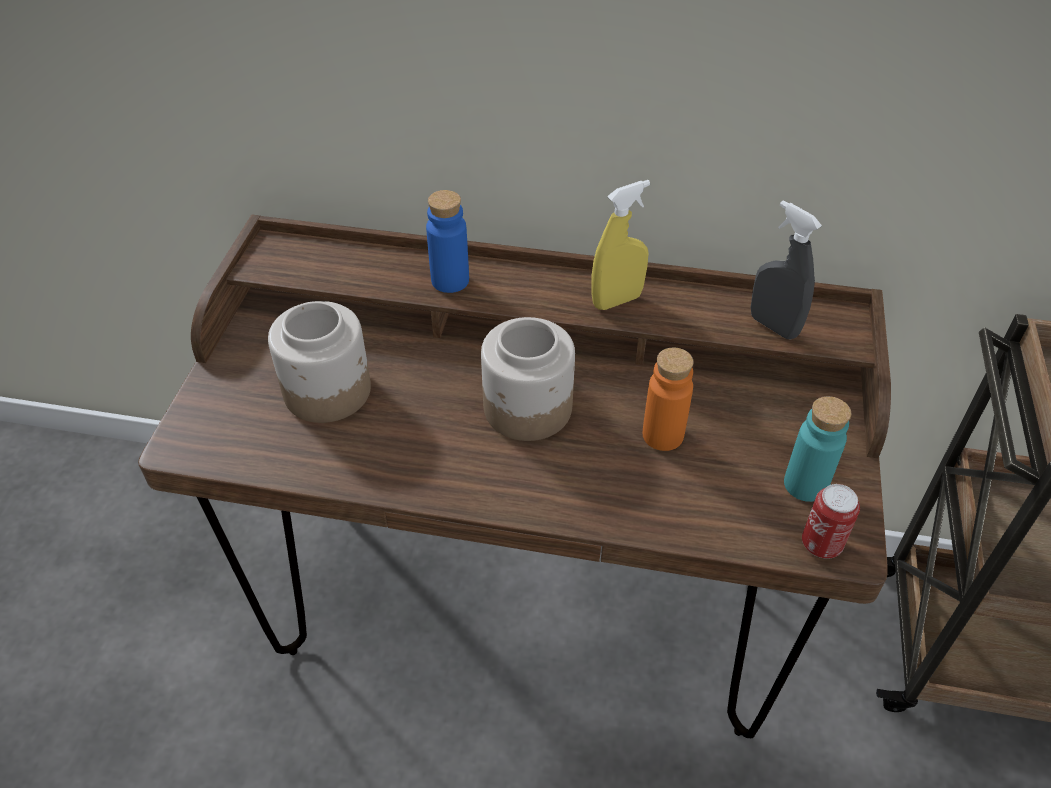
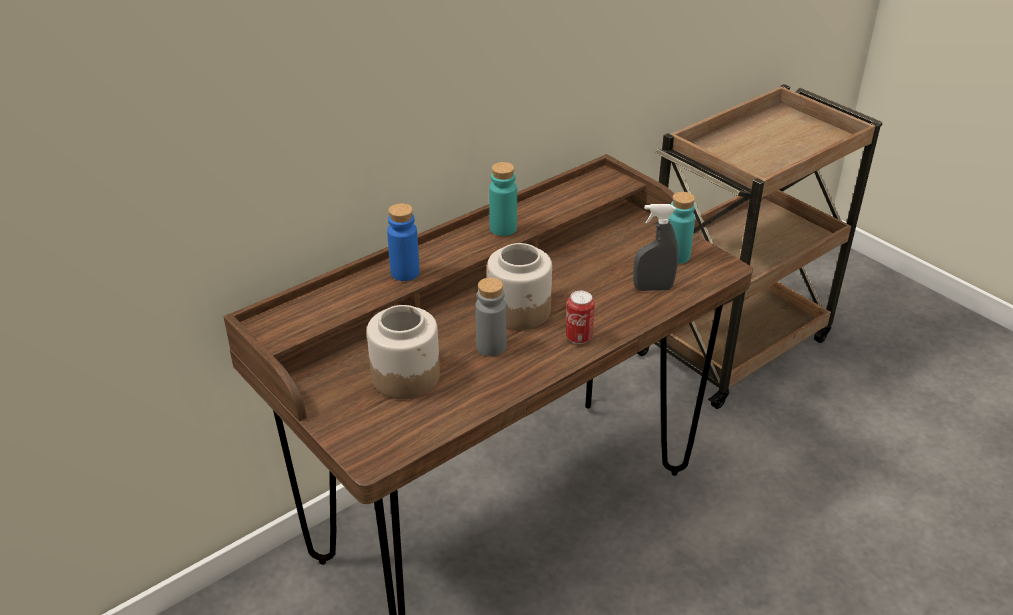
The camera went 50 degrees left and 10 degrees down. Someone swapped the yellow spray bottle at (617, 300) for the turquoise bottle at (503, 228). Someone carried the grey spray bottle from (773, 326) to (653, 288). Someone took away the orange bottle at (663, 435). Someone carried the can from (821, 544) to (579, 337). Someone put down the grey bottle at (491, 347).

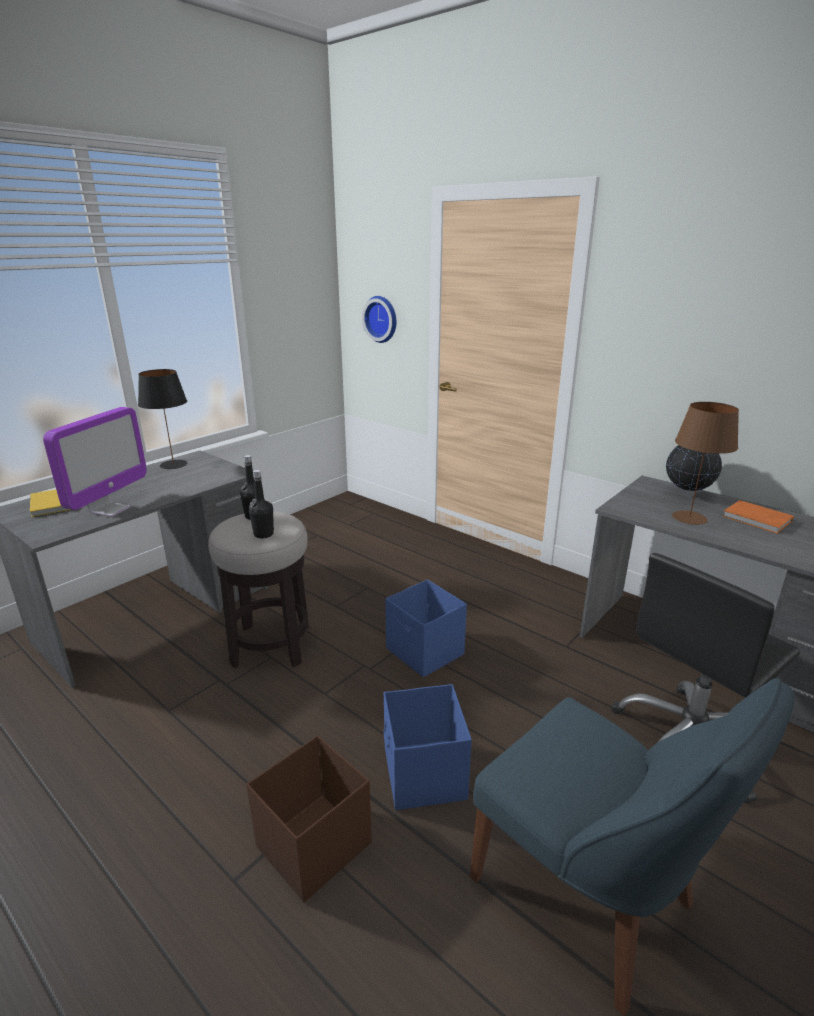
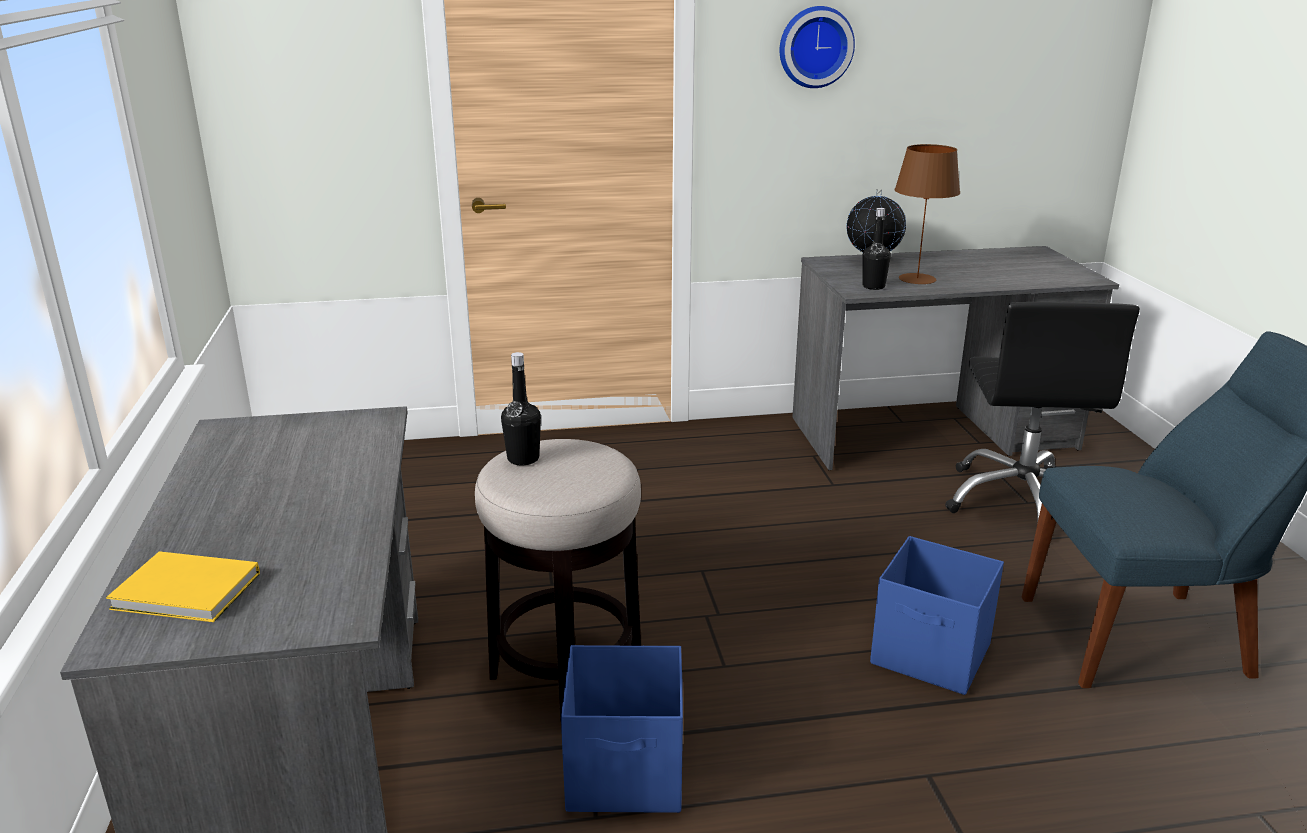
The camera went 50 degrees left and 0 degrees up. Someone carried the wall clock from (382, 319) to (814, 47). Someone took away the black table lamp at (174, 464). Someone took away the monitor at (110, 510). Someone carried the black bottle from (263, 534) to (873, 286). Someone took away the orange book at (758, 519). Someone carried the blue storage box from (425, 652) to (627, 774). Someone took away the brown storage box at (312, 846).

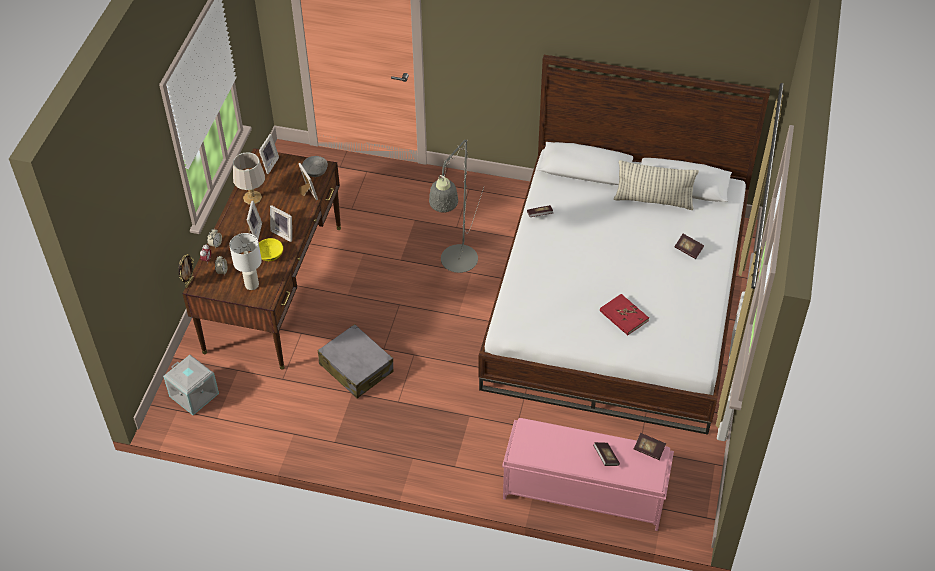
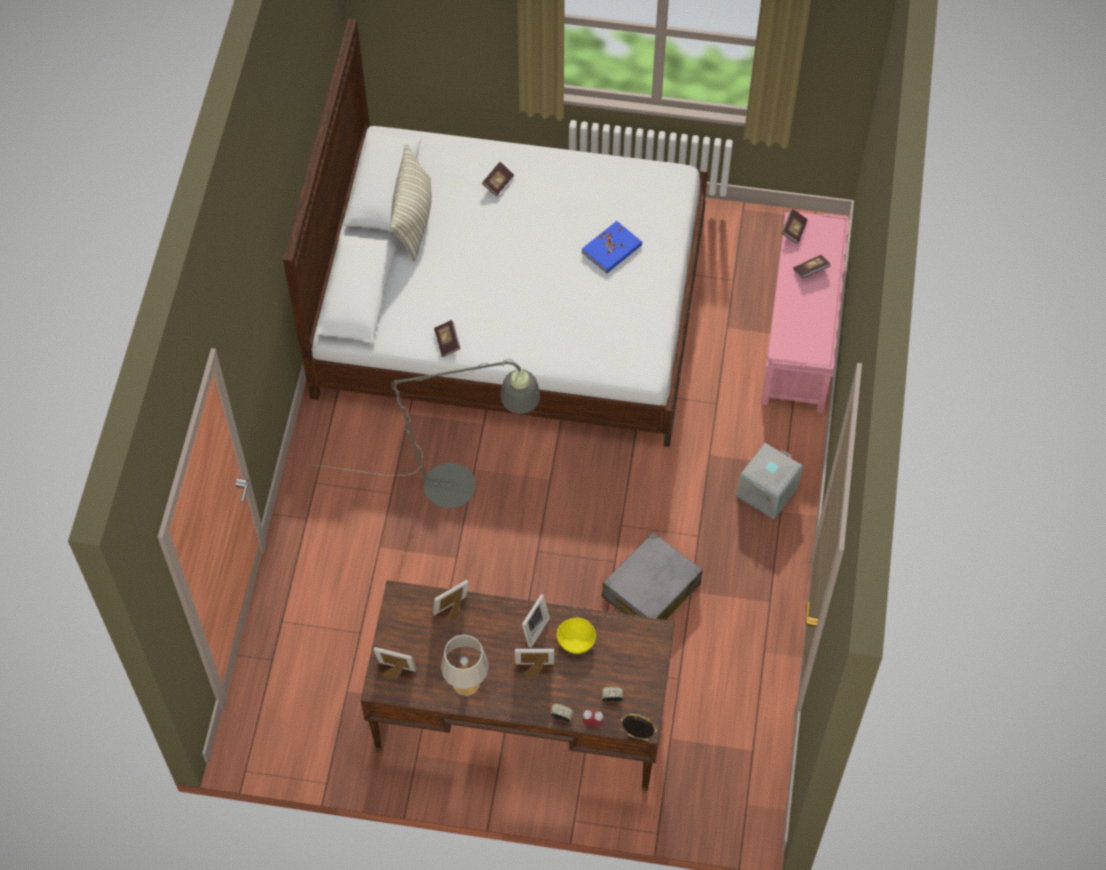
The camera went 95 degrees left and 10 degrees up. Someone took away the grey bowl at (315, 171). Someone took away the white table lamp at (252, 284). Someone repainted the red book at (623, 316), which became the blue book at (612, 249). Someone carried the grey storage box from (195, 394) to (766, 490).

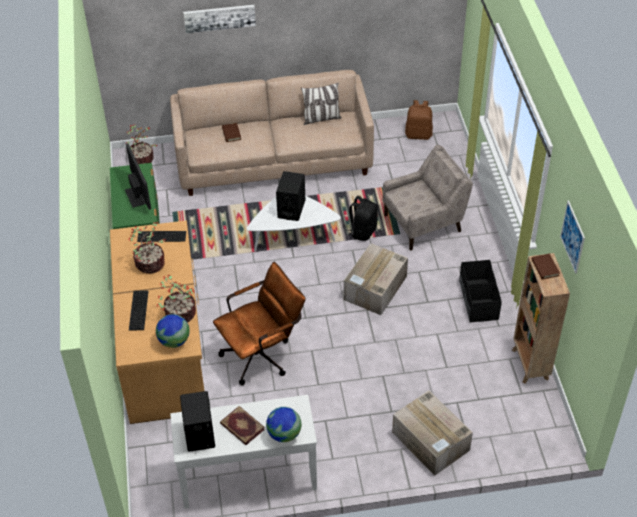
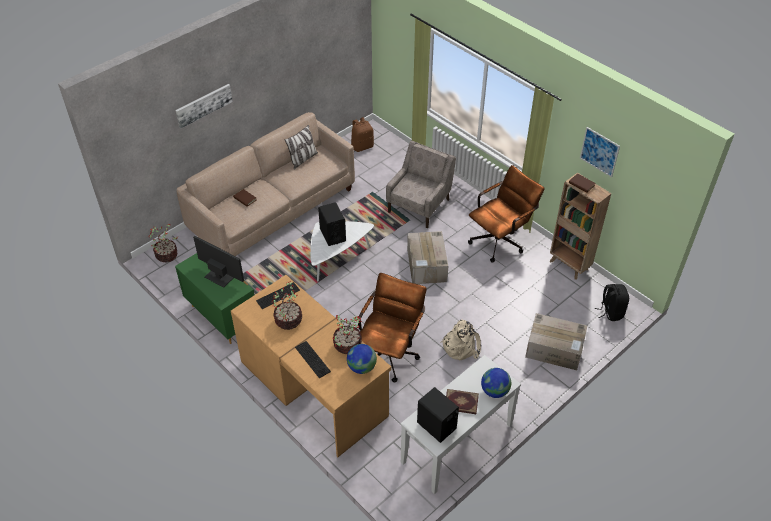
The camera went 35 degrees left and 0 degrees up. Someone carried the black backpack from (362, 231) to (610, 312). Someone swapped the black storage box at (478, 300) for the brown office chair at (500, 240). Someone put down the beige backpack at (461, 345).

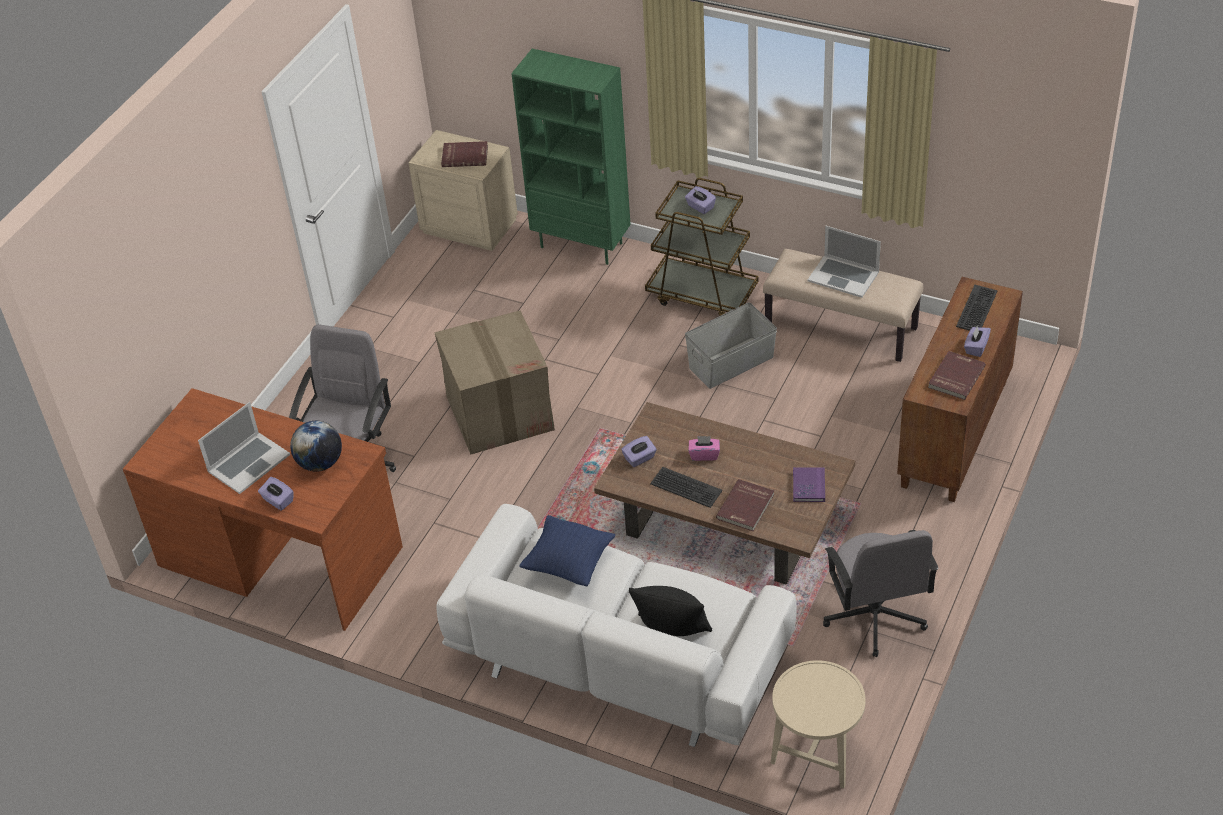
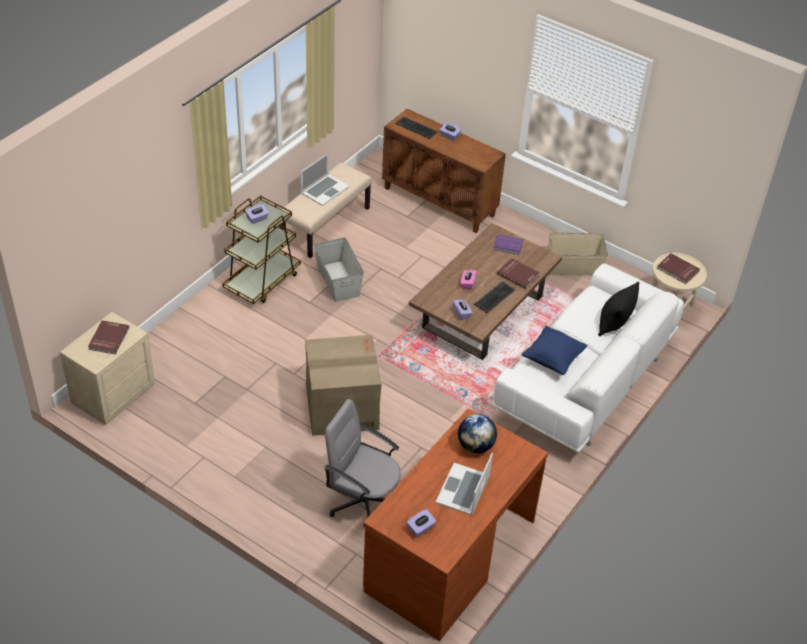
The camera went 85 degrees left and 0 degrees up. Someone took away the green bookcase at (582, 244). Someone carried the red book from (955, 377) to (677, 270). Someone rotated the laptop at (248, 463) by 120 degrees counterclockwise. Someone carried the purple tissue box from (278, 501) to (420, 528). Someone swapped the grey office chair at (874, 616) for the beige storage box at (574, 266).

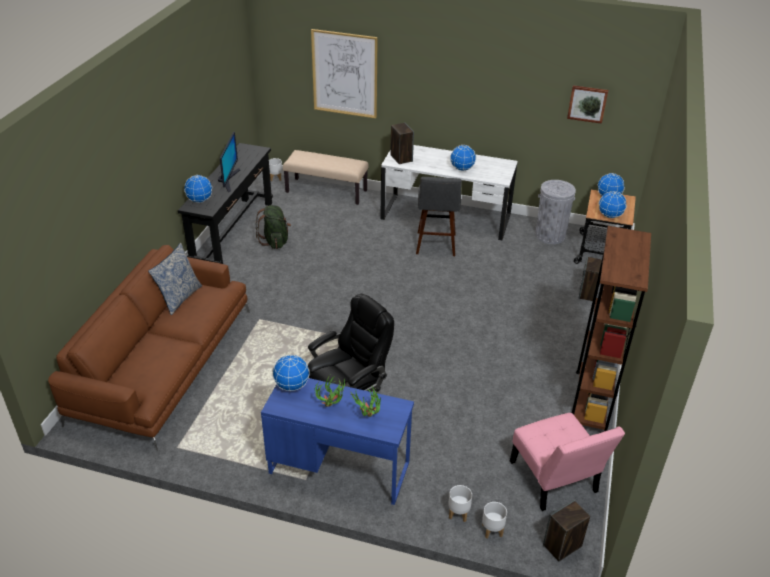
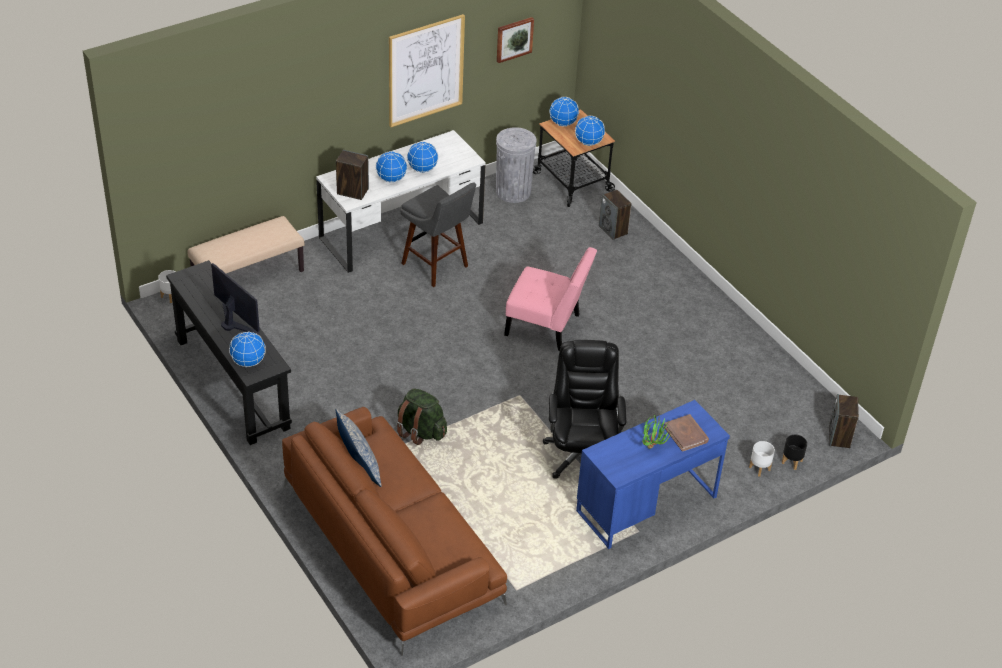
The camera went 50 degrees left and 5 degrees up. Someone carried the picture from (345, 74) to (425, 70). Someone carried the green backpack from (275, 241) to (420, 431). Someone took away the brown bookcase at (590, 402). Someone carried the globe from (292, 386) to (391, 179). Someone swapped the potted plant at (367, 418) for the brown book at (686, 434). Someone carried the pink chair from (555, 481) to (547, 327). Someone repainted the white planter at (491, 530), which became the black planter at (791, 462).

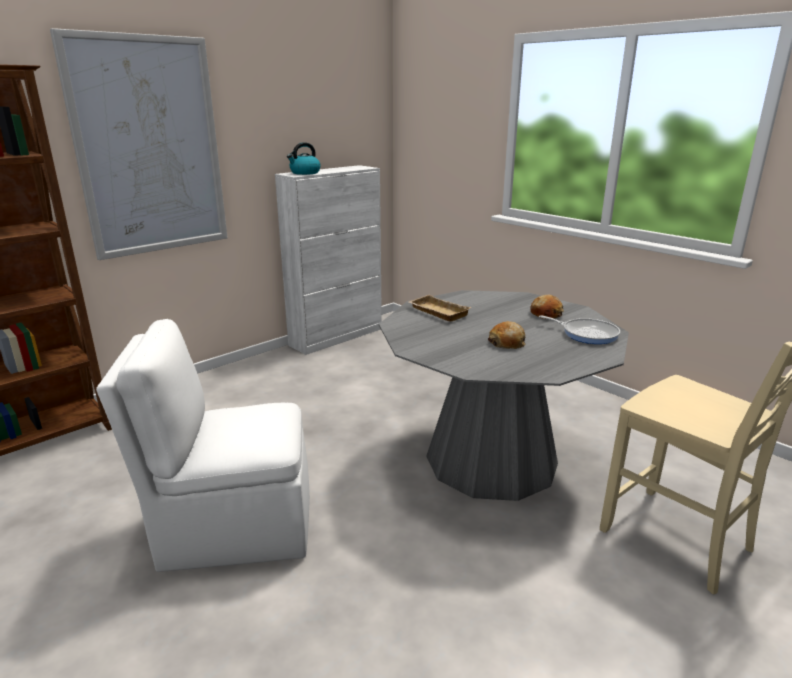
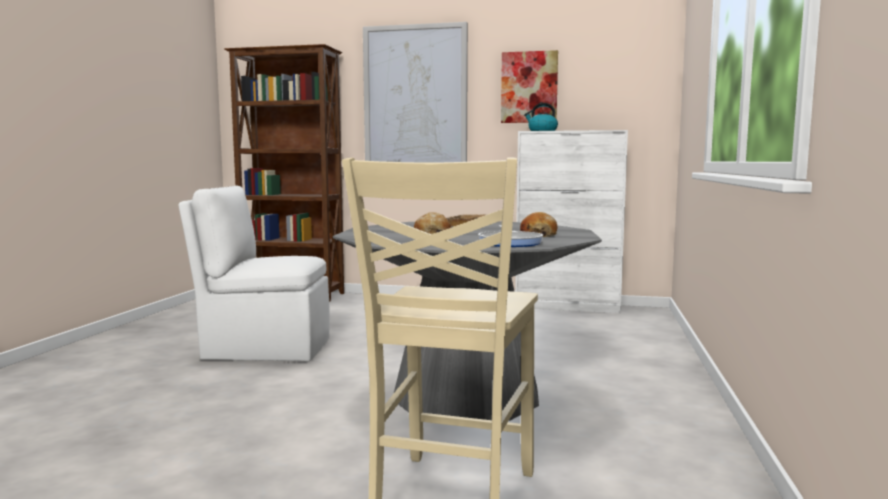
The camera went 55 degrees right and 15 degrees down. Someone rotated the white chair at (233, 527) by 45 degrees counterclockwise. Someone put up the picture at (529, 87).

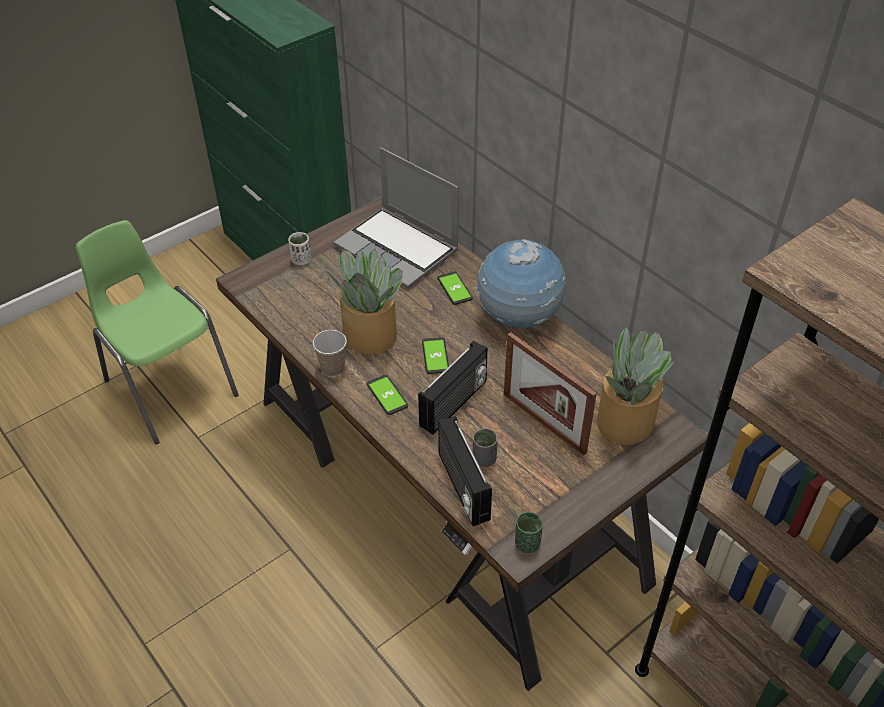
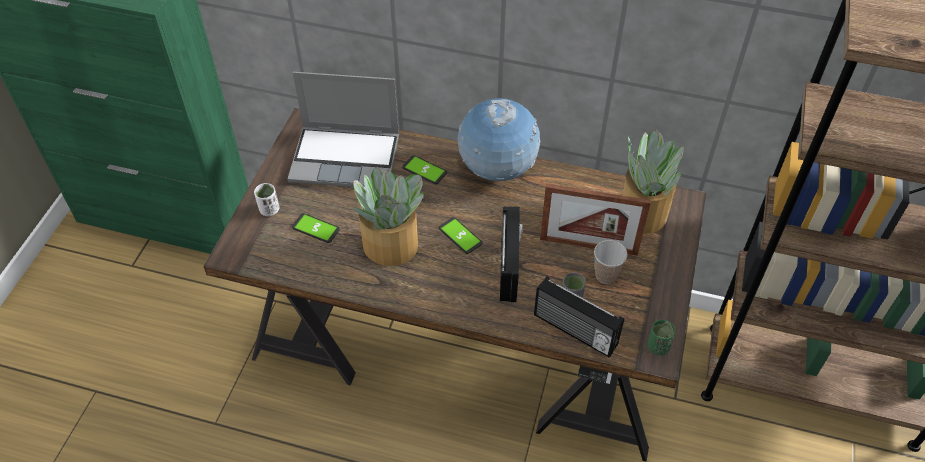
The camera went 35 degrees left and 5 degrees up. Someone took away the green chair at (169, 388). Someone carried the cup from (332, 368) to (606, 275). Someone carried the phone from (387, 395) to (315, 229).

